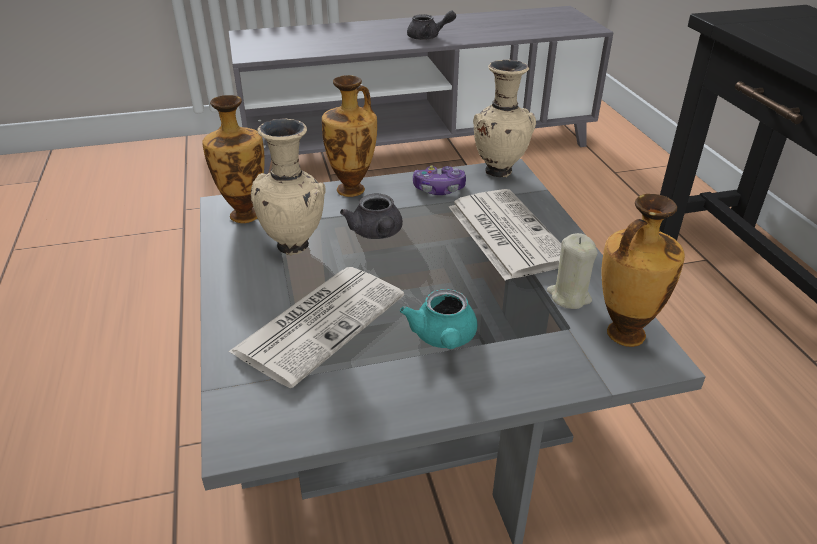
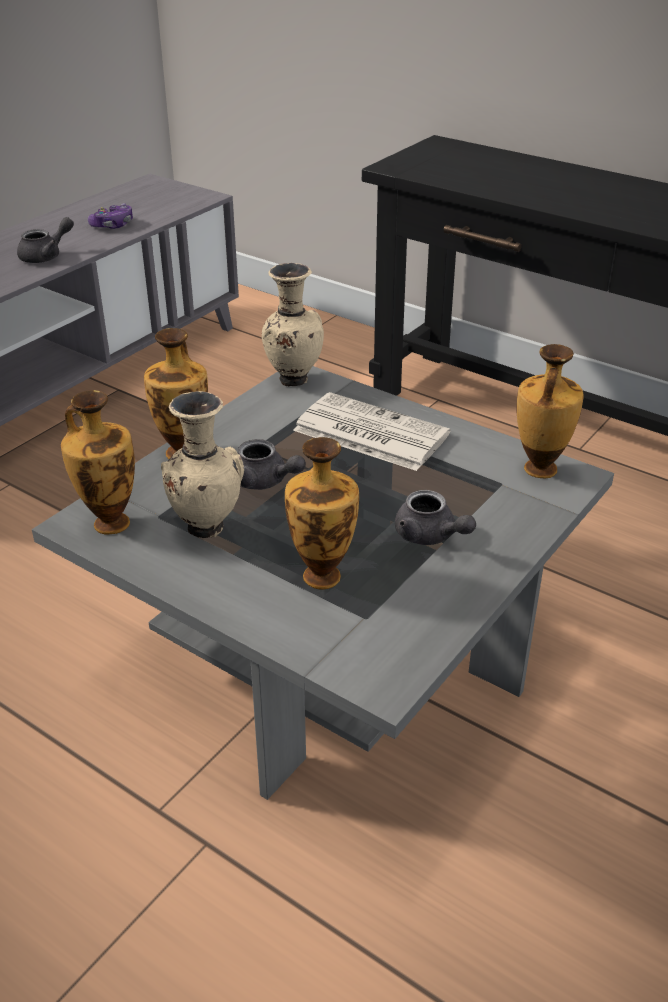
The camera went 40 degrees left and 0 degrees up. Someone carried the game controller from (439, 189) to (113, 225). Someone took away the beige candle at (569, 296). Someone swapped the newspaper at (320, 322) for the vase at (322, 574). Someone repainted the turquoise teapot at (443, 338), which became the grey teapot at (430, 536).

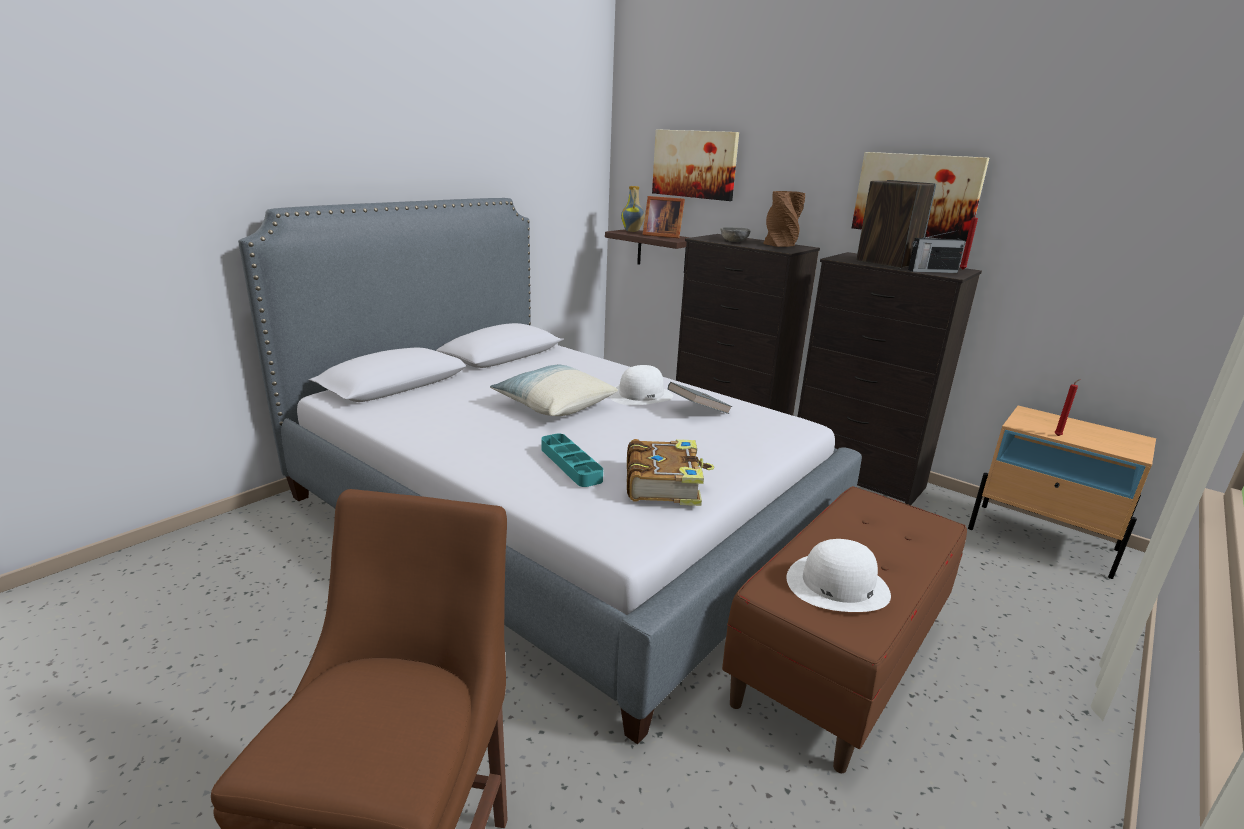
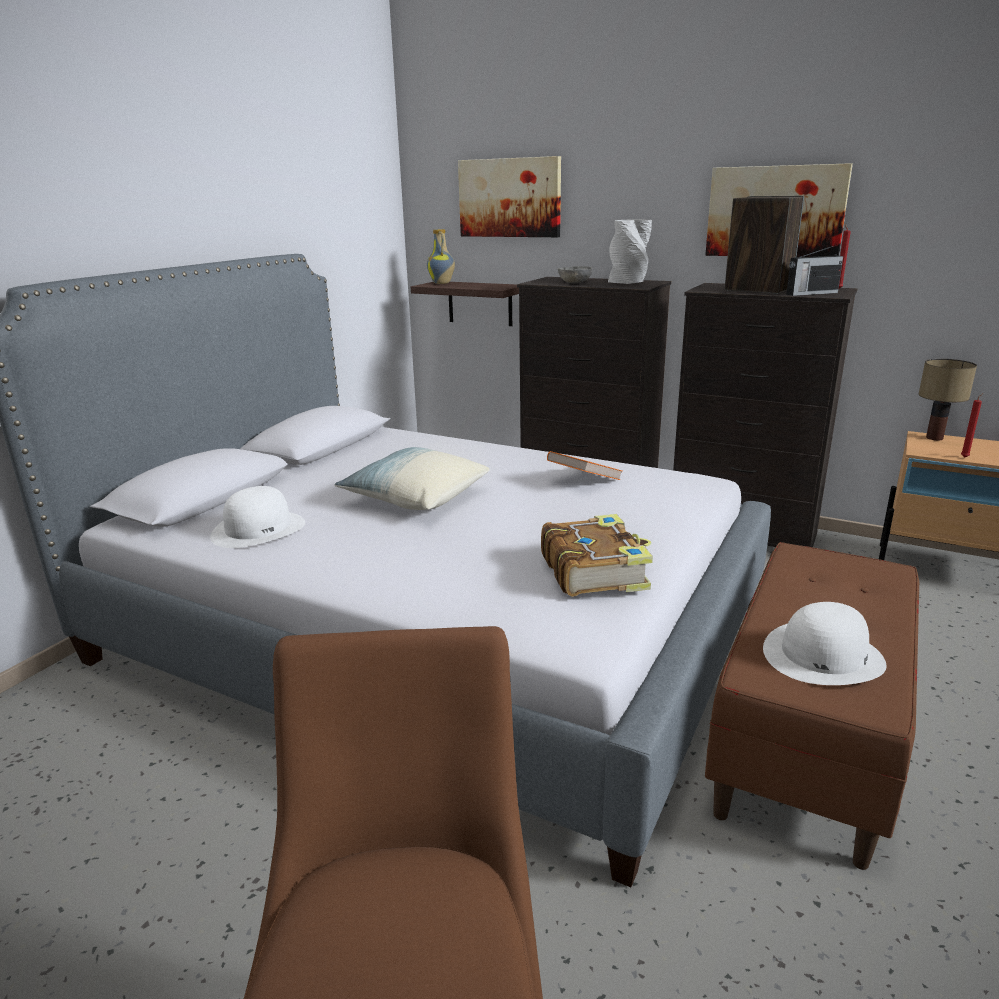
The camera went 10 degrees left and 0 degrees up. Someone repainted the brown vase at (780, 245), which became the grey vase at (628, 282). Someone took away the picture frame at (661, 235). Someone carried the white hat from (641, 395) to (259, 529). Someone repainted the grey book at (698, 411), which became the orange book at (584, 481). Someone took away the turquoise tray at (570, 464). Someone put down the table lamp at (933, 438).

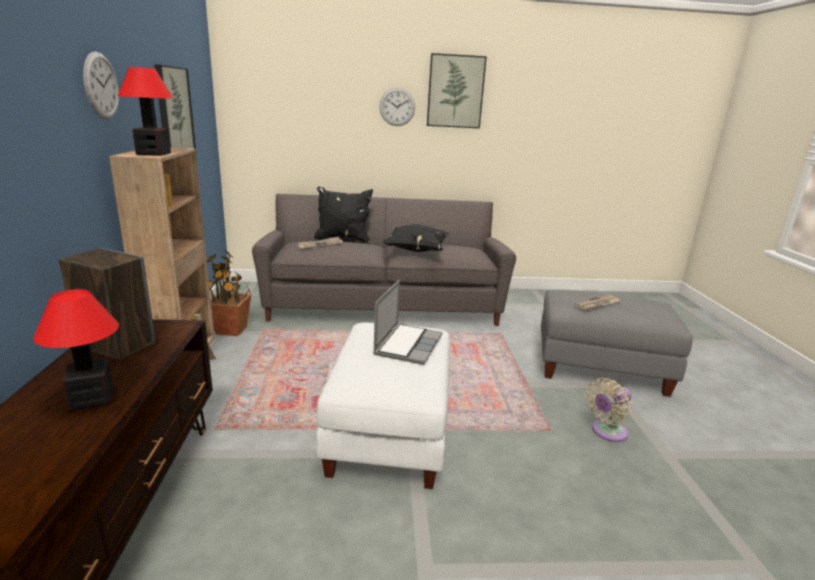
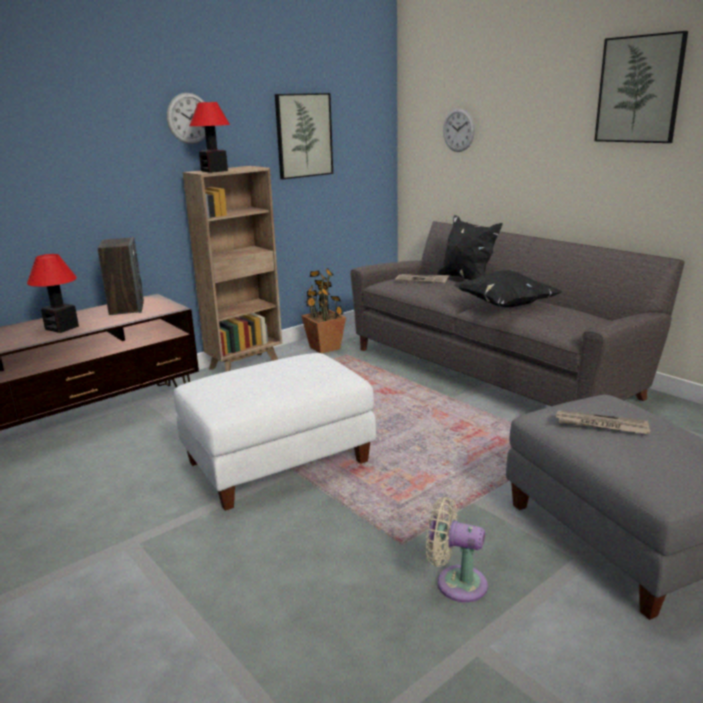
The camera went 55 degrees right and 0 degrees up. Someone carried the wall clock from (397, 107) to (458, 130). Someone took away the laptop at (407, 344).

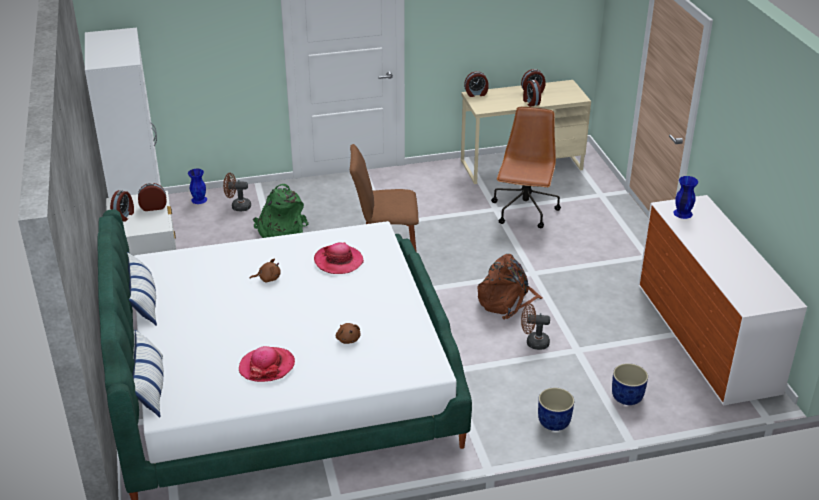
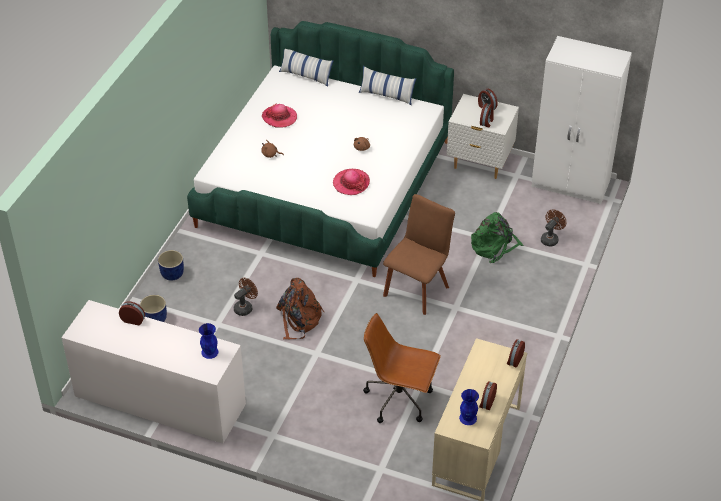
The camera went 125 degrees right and 10 degrees up. Someone carried the alarm clock from (530, 102) to (133, 320). Someone rotated the brown office chair at (524, 212) by 150 degrees clockwise. Someone carried the blue vase from (199, 199) to (468, 418).

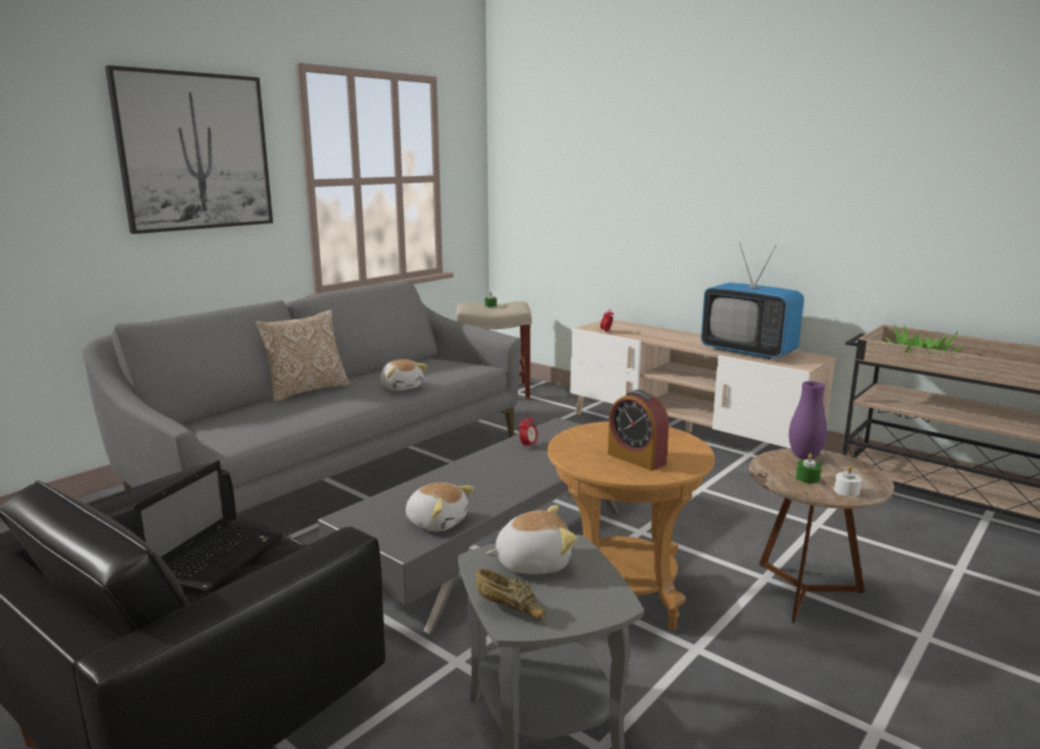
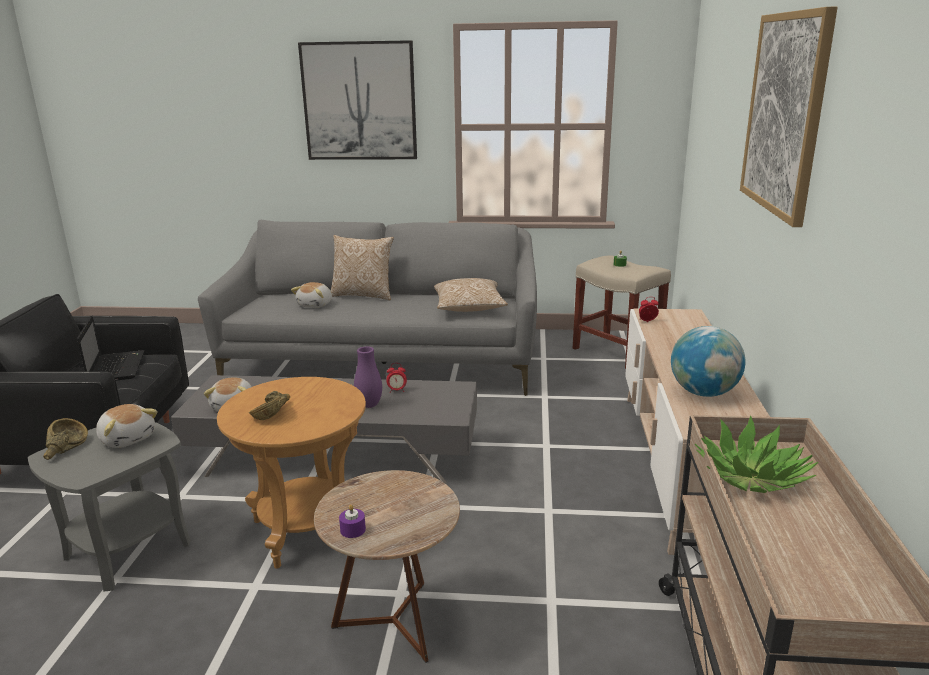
The camera went 55 degrees right and 5 degrees up. Someone swapped the television at (748, 352) for the globe at (703, 393). Someone carried the plush toy from (402, 387) to (316, 305). Someone carried the purple vase from (804, 457) to (369, 405). Someone swapped the alarm clock at (636, 458) for the brown bowl at (272, 413). Someone took away the green candle at (807, 478). Someone rotated the laptop at (218, 557) by 90 degrees counterclockwise. Someone repainted the white candle at (846, 491), which became the purple candle at (353, 530). Someone put up the picture at (785, 113). Someone put down the pillow at (469, 308).

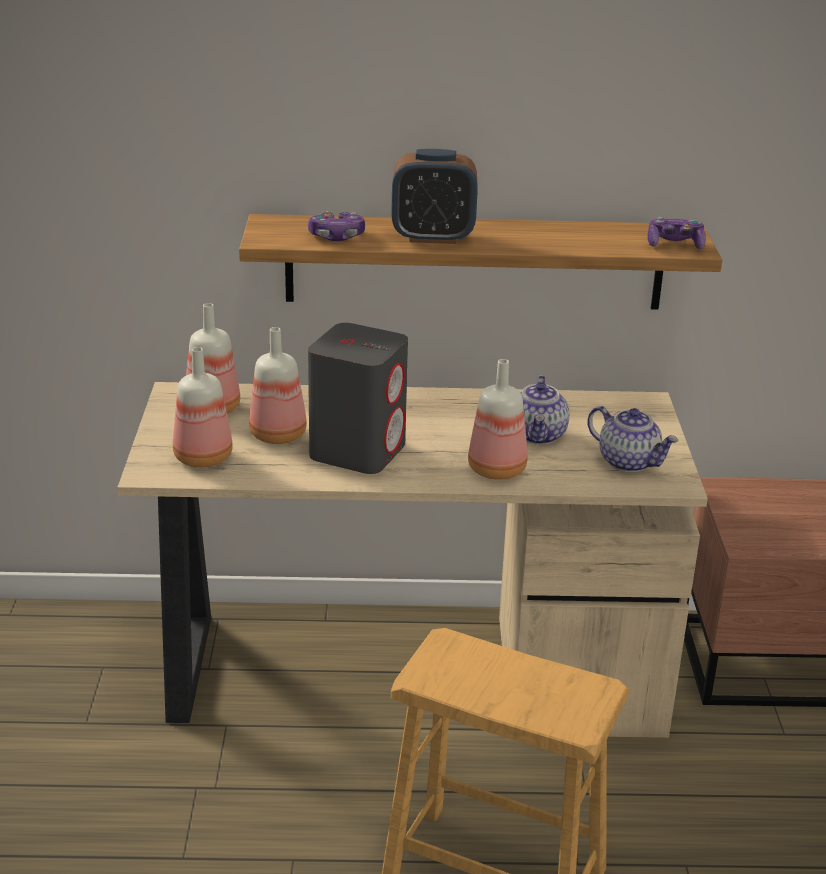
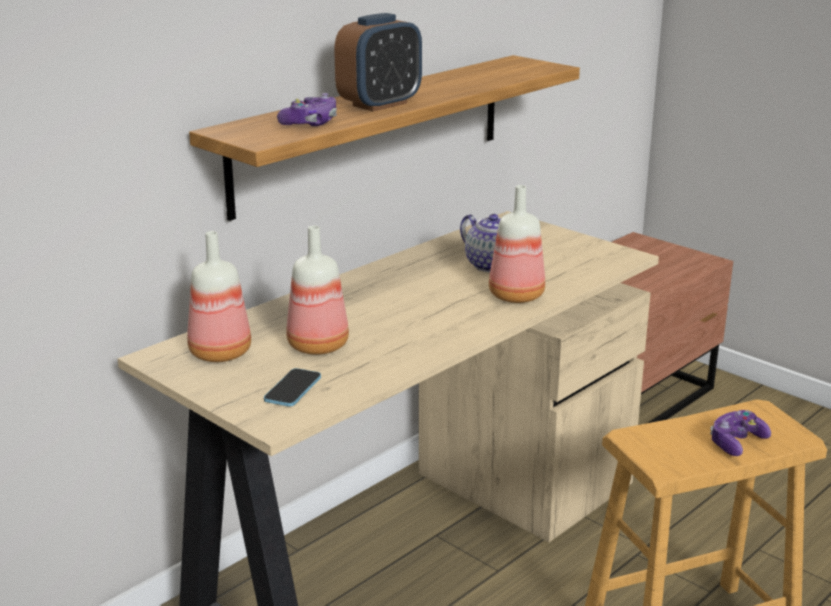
The camera went 45 degrees left and 5 degrees down. Someone carried the game controller from (674, 244) to (736, 442). Someone took away the grey speaker at (358, 451). Someone swapped the bottle at (201, 457) for the phone at (293, 389). Someone took away the teapot at (629, 462).

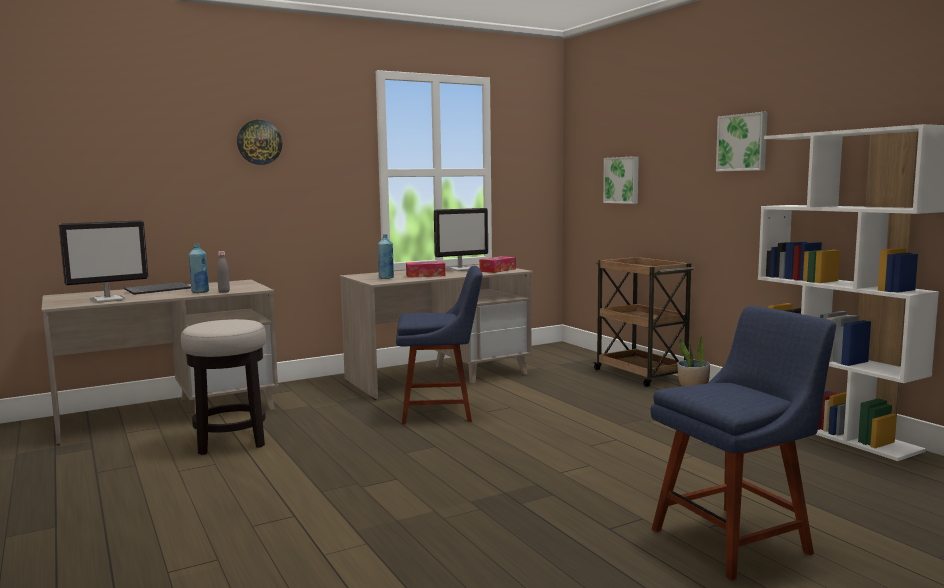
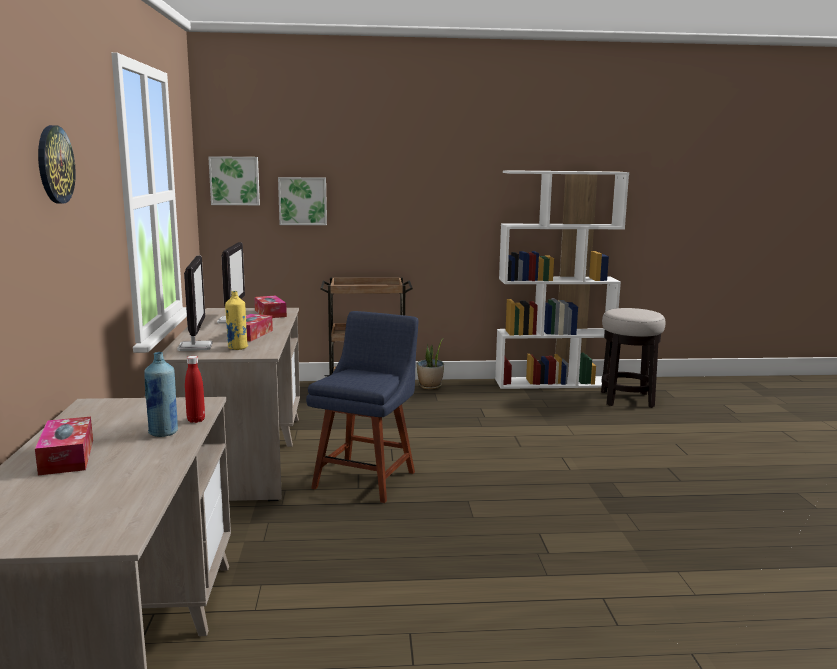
The camera went 65 degrees left and 5 degrees up. Someone carried the picture from (743, 142) to (234, 180). Someone carried the monitor from (108, 300) to (195, 346). Someone repainted the blue bottle at (386, 278), which became the yellow bottle at (237, 348). Someone repainted the grey bottle at (224, 292), which became the red bottle at (196, 420). Someone swapped the keyboard at (158, 290) for the tissue box at (67, 457). Someone took away the blue chair at (736, 539). Someone carried the stool from (231, 441) to (627, 399).

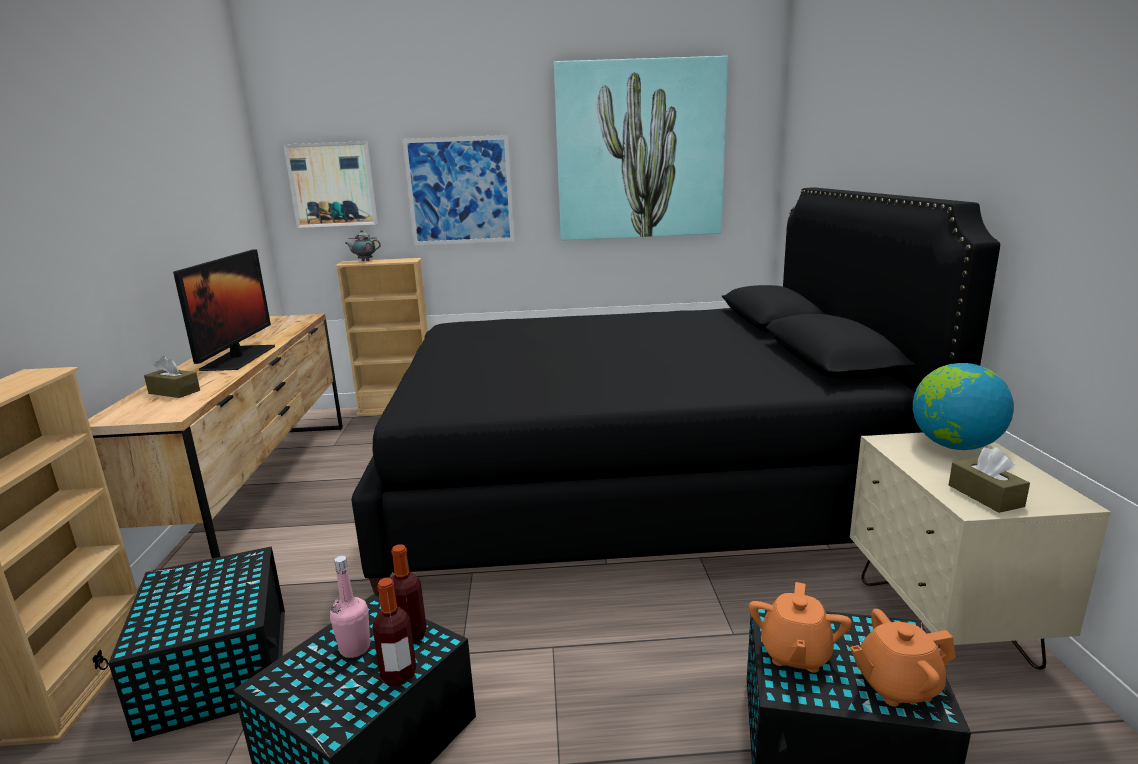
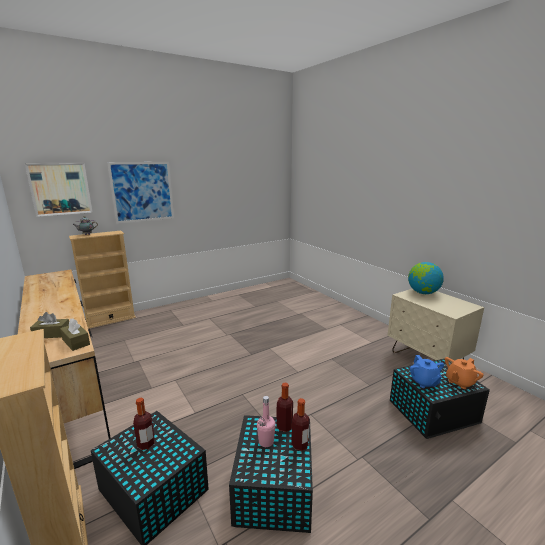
The camera went 30 degrees left and 0 degrees up. Someone took away the picture at (639, 151). Someone took away the black bed at (632, 485). Someone took away the monitor at (239, 358). Someone carried the brown tissue box from (985, 496) to (76, 342). Someone repainted the orange teapot at (795, 654), which became the blue teapot at (424, 382). Someone put down the bottle at (146, 444).

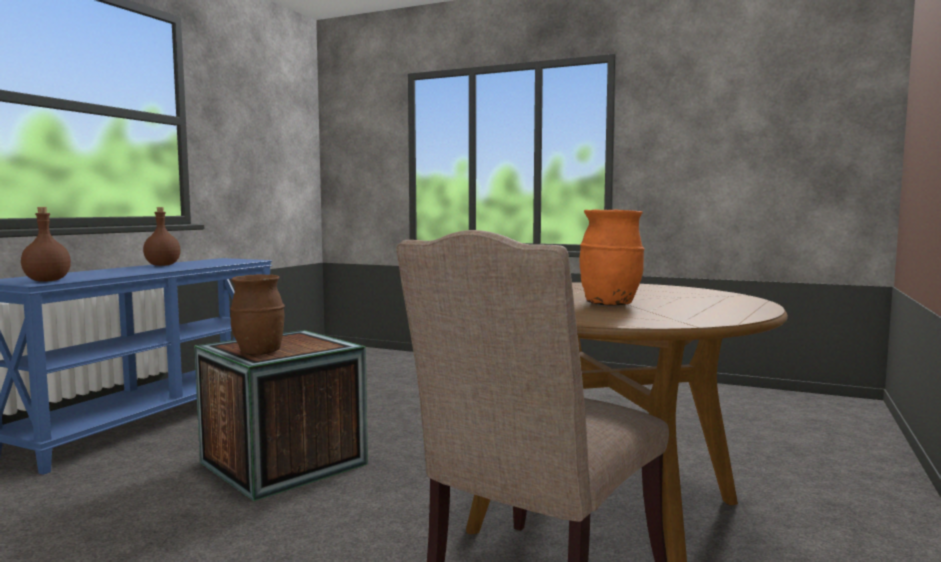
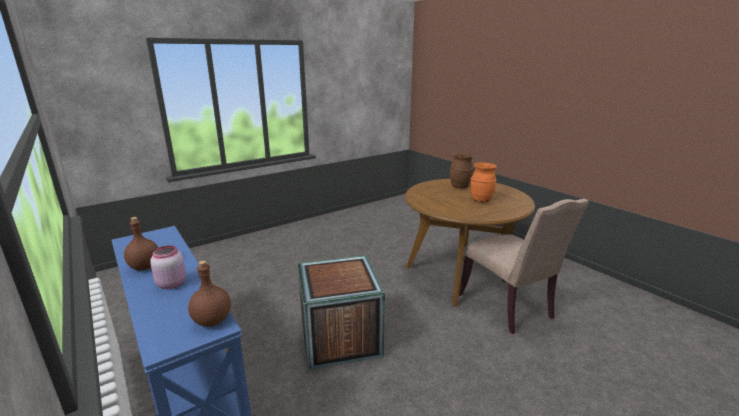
The camera went 60 degrees left and 15 degrees up. Someone carried the brown vase from (259, 353) to (460, 187). Someone put down the pink jar at (172, 283).

